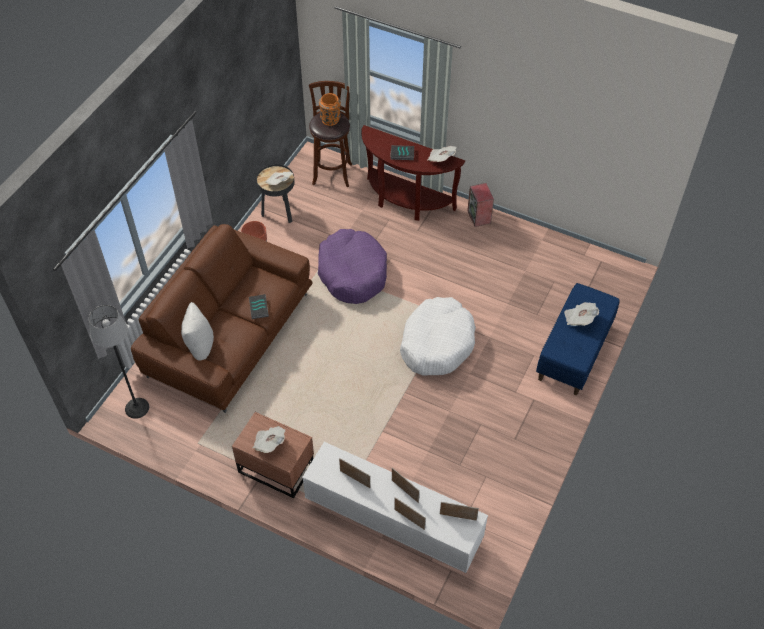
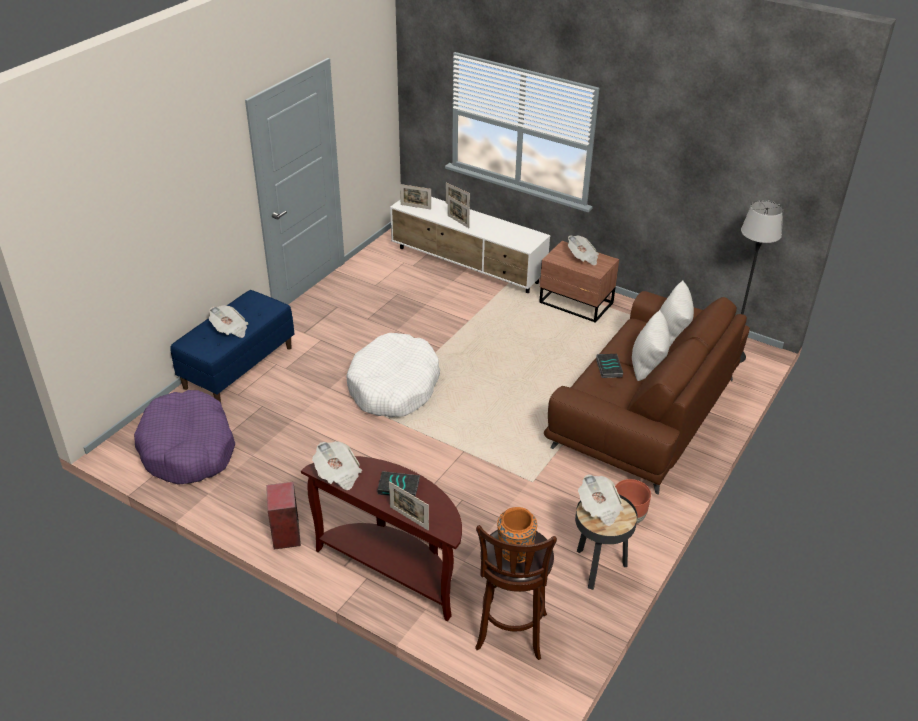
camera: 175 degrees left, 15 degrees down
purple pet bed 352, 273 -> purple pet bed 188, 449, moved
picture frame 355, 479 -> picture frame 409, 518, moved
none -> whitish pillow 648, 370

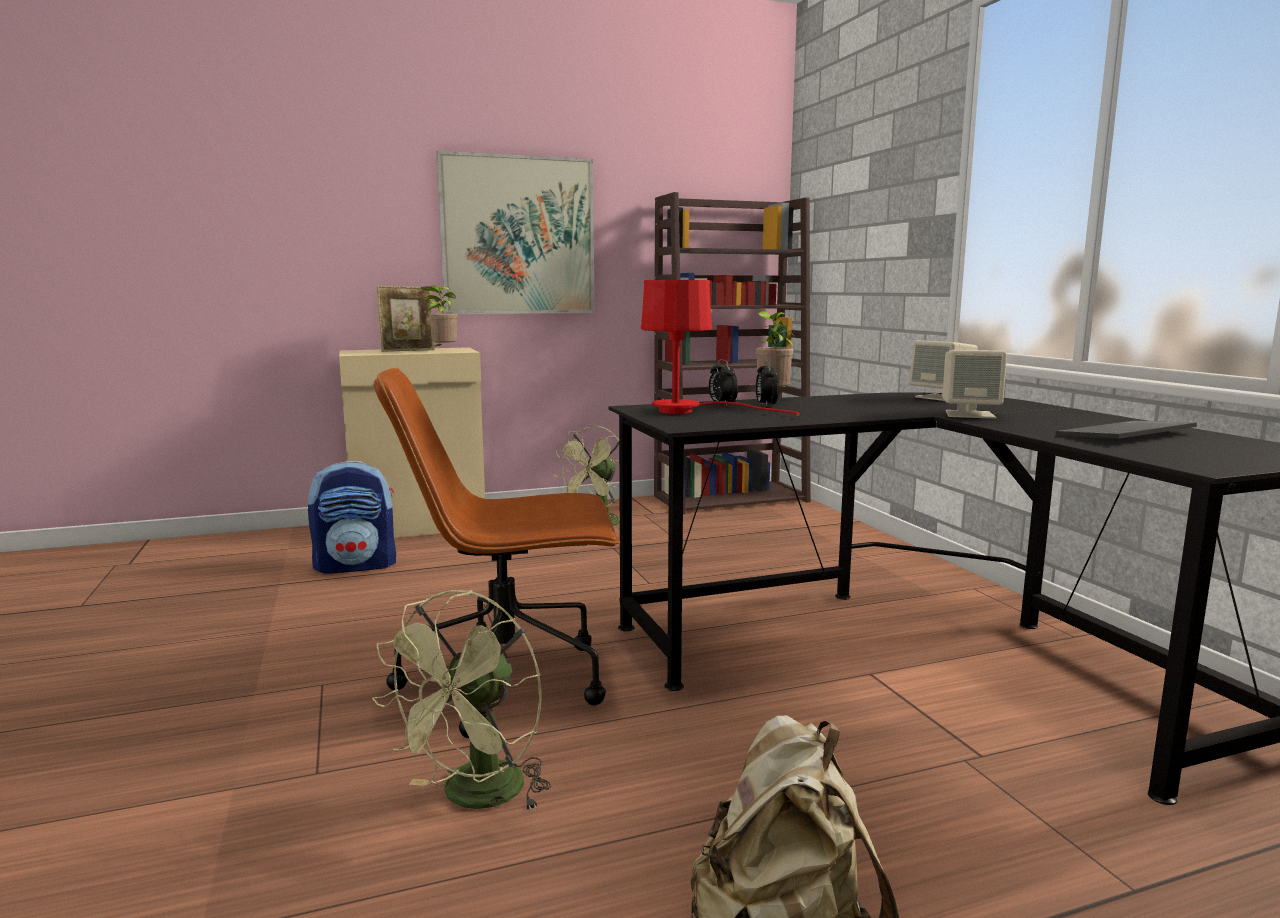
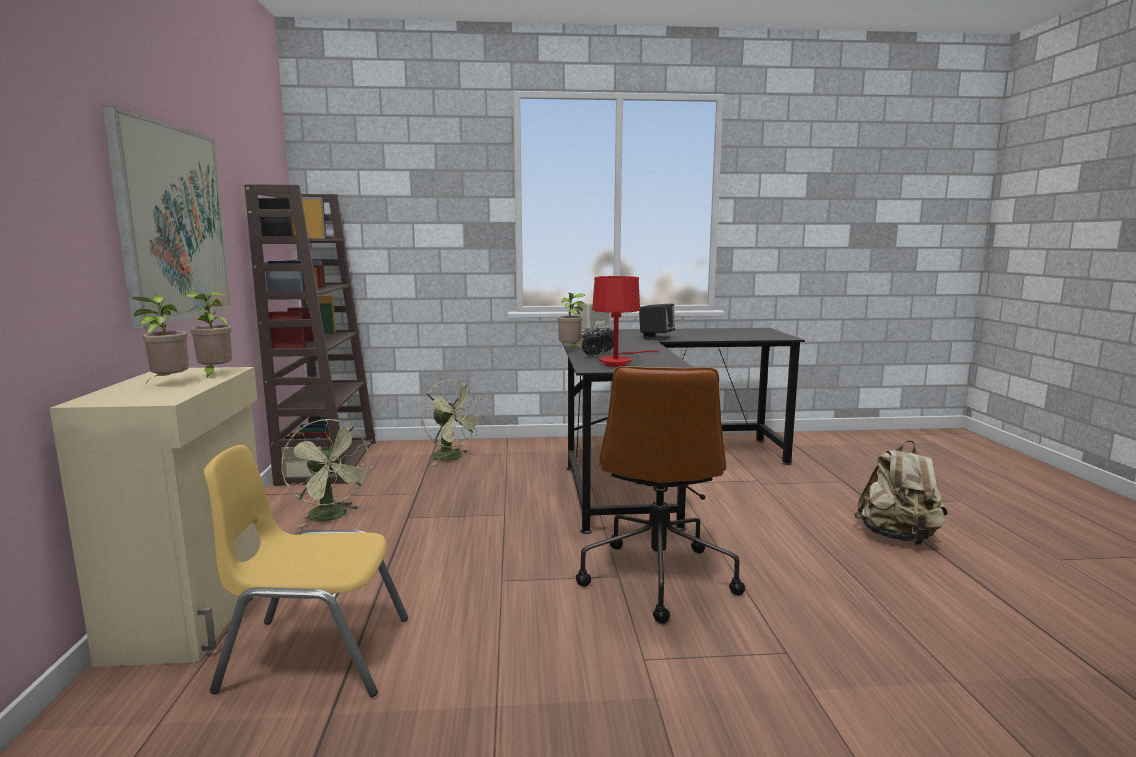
camera: 75 degrees left, 0 degrees up
picture frame 408, 351 -> potted plant 168, 384
sand-coloured speaker 970, 414 -> blackish speaker 656, 338
computer keyboard 1127, 434 -> none
knapsack 357, 566 -> yellowish plain chair 316, 654
green-coloured fan 475, 798 -> green-coloured fan 452, 458, moved

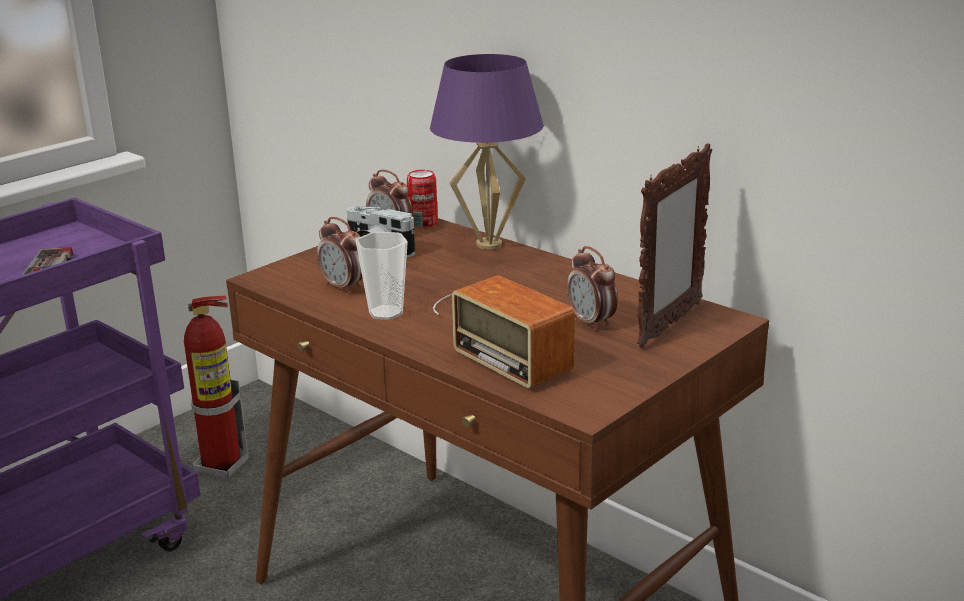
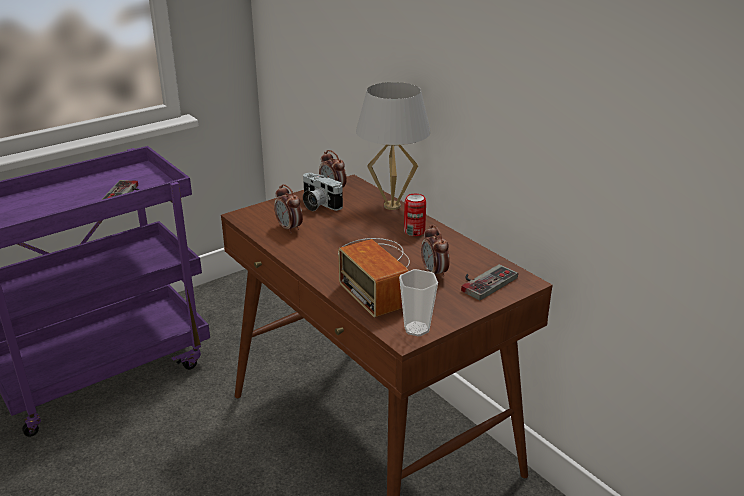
camera: 10 degrees right, 5 degrees up
purple lamp for a table 489, 244 -> whitish lamp for a table 392, 206
picture frame 669, 325 -> game controller 483, 281
sealed can 423, 223 -> sealed can 414, 231, moved
drinking cup 386, 313 -> drinking cup 416, 329, moved
extinguisher 222, 466 -> none

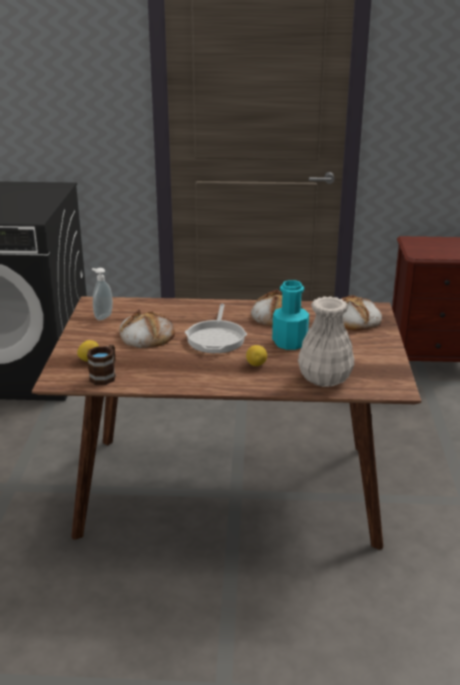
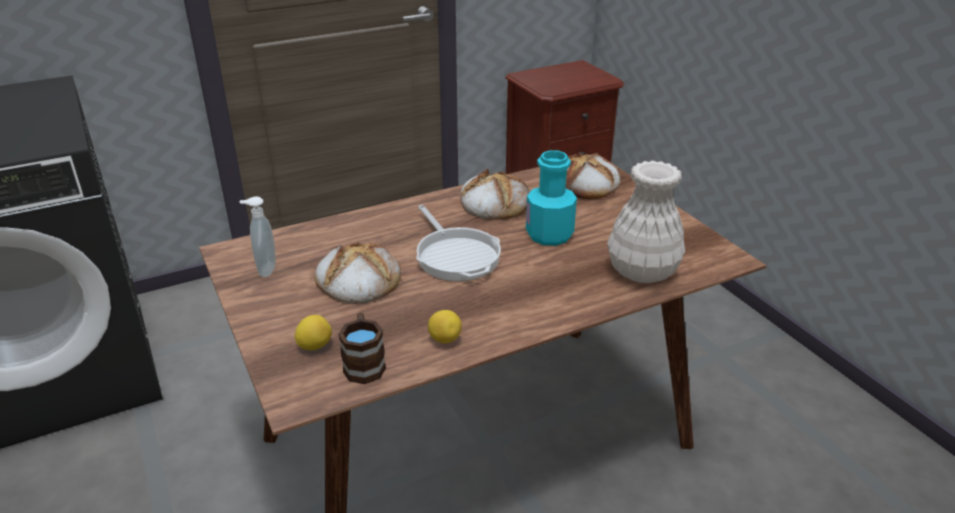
camera: 30 degrees left, 5 degrees up
lemon 256, 364 -> lemon 444, 339, moved

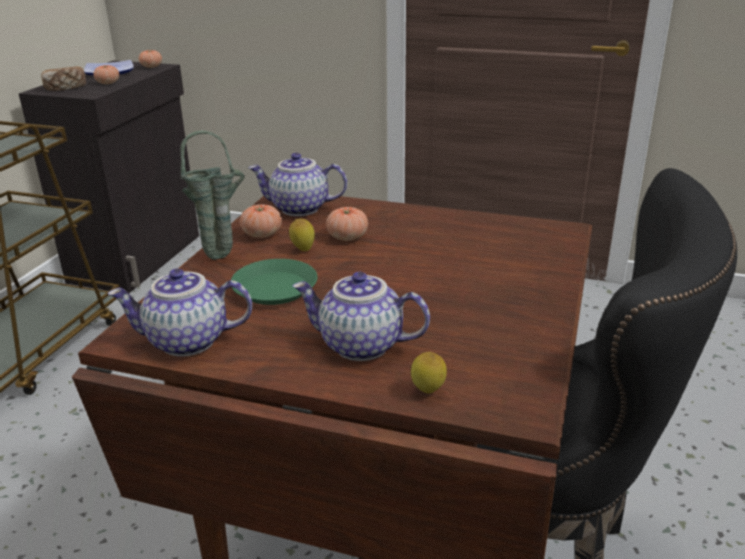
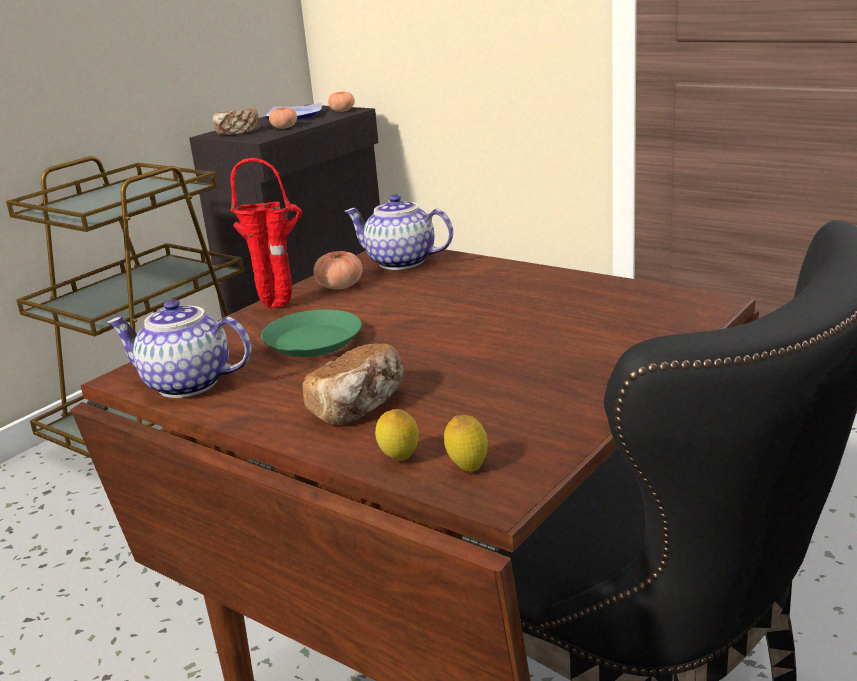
camera: 20 degrees right, 5 degrees down
green-coloured flower vase 222, 257 -> reddish flower vase 281, 307
whole tomato 347, 237 -> none
lemon 303, 250 -> lemon 467, 468, moved
pot for tea 360, 346 -> bakery bread 360, 406

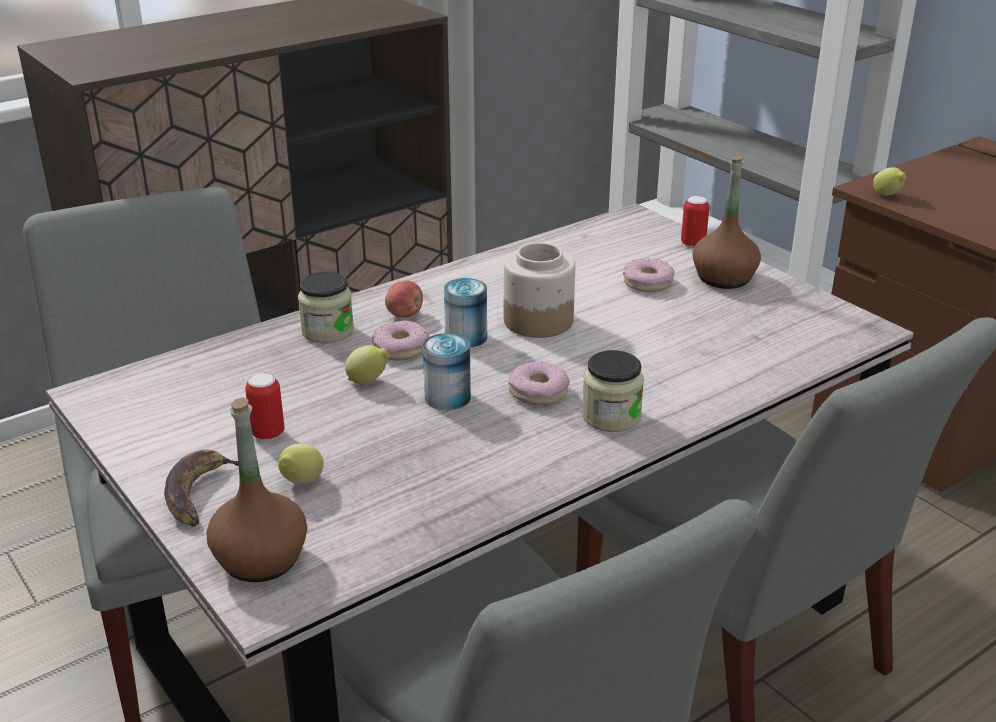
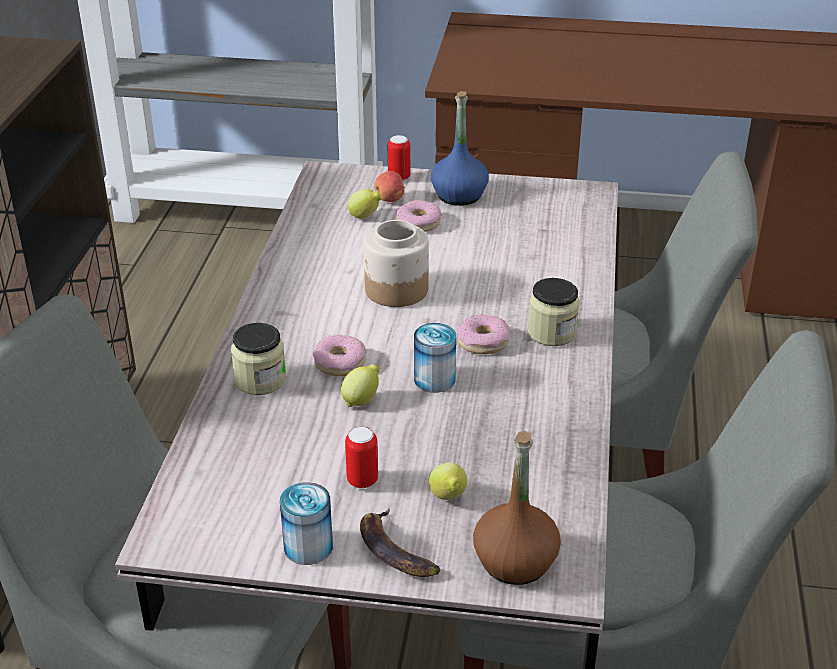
camera: 45 degrees left, 5 degrees up
brown-coloured beverage bottle 723, 278 -> blue-coloured beverage bottle 459, 195
lemon 887, 196 -> lemon 365, 217, moved
sealed can 466, 337 -> sealed can 308, 547, moved
apple 405, 314 -> apple 390, 199, moved

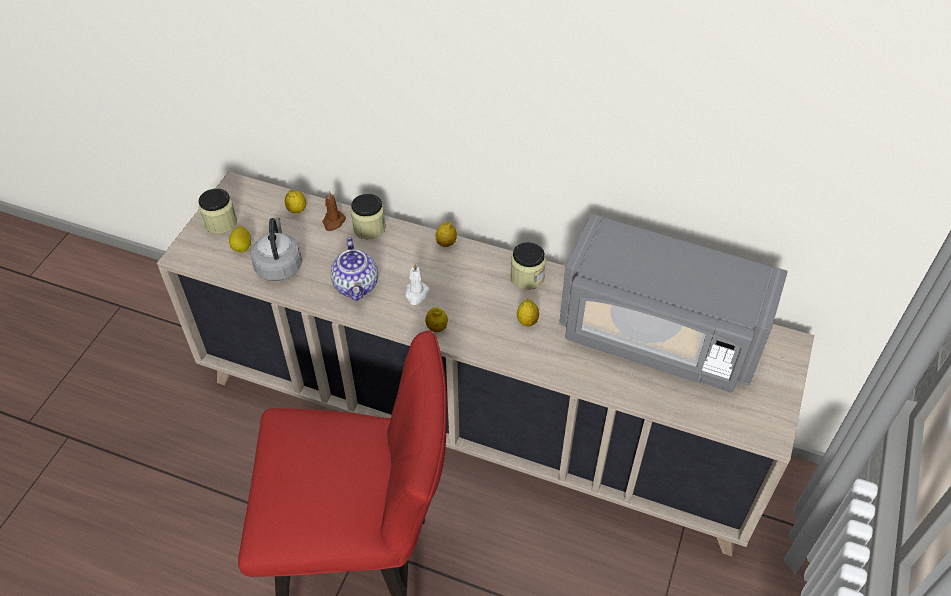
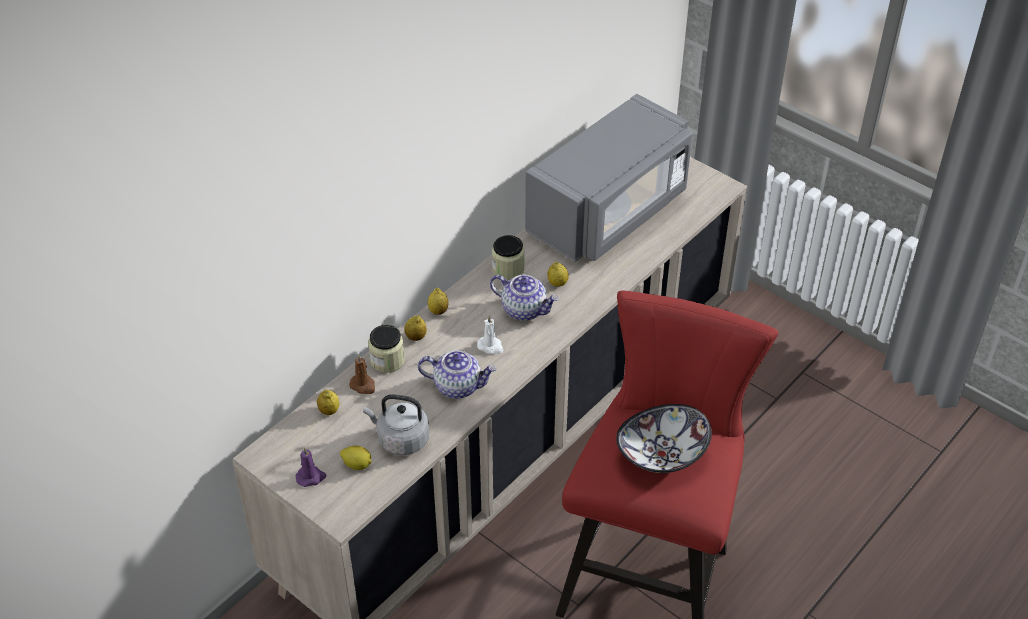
camera: 70 degrees left, 5 degrees down
preserve jar 221, 223 -> purple wax candle 311, 477
lemon 437, 327 -> lemon 416, 337, moved
none -> pot for tea 524, 309
none -> deep dish 662, 455

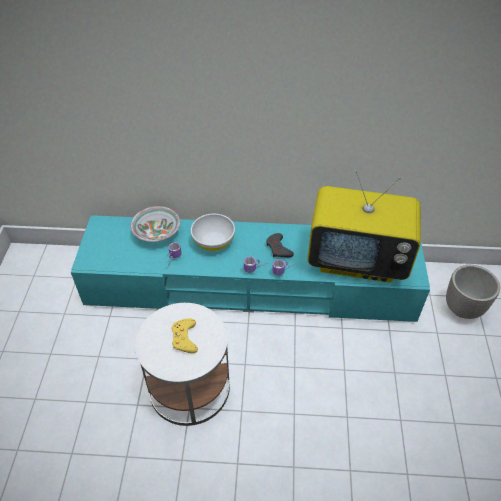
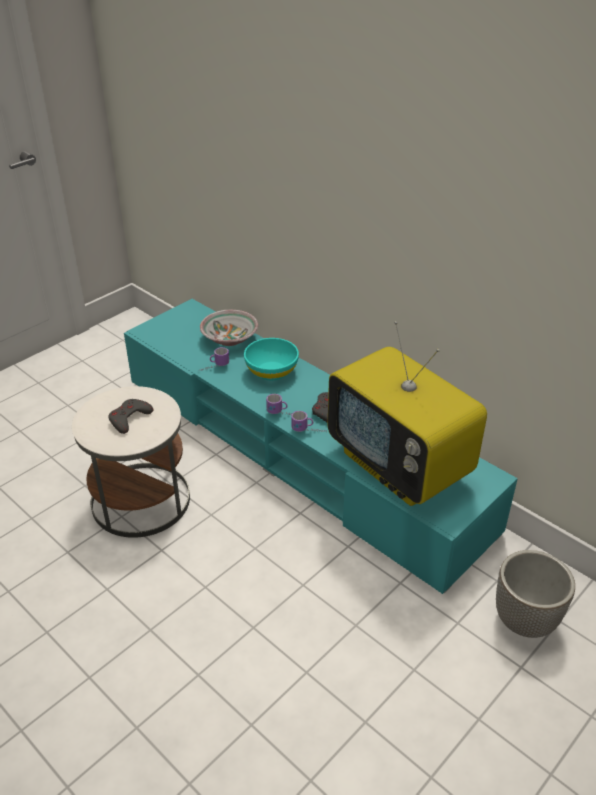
camera: 40 degrees right, 10 degrees down
whitish deep dish 213, 241 -> blue-green deep dish 271, 371
yellowish game controller 184, 338 -> gray game controller 129, 418

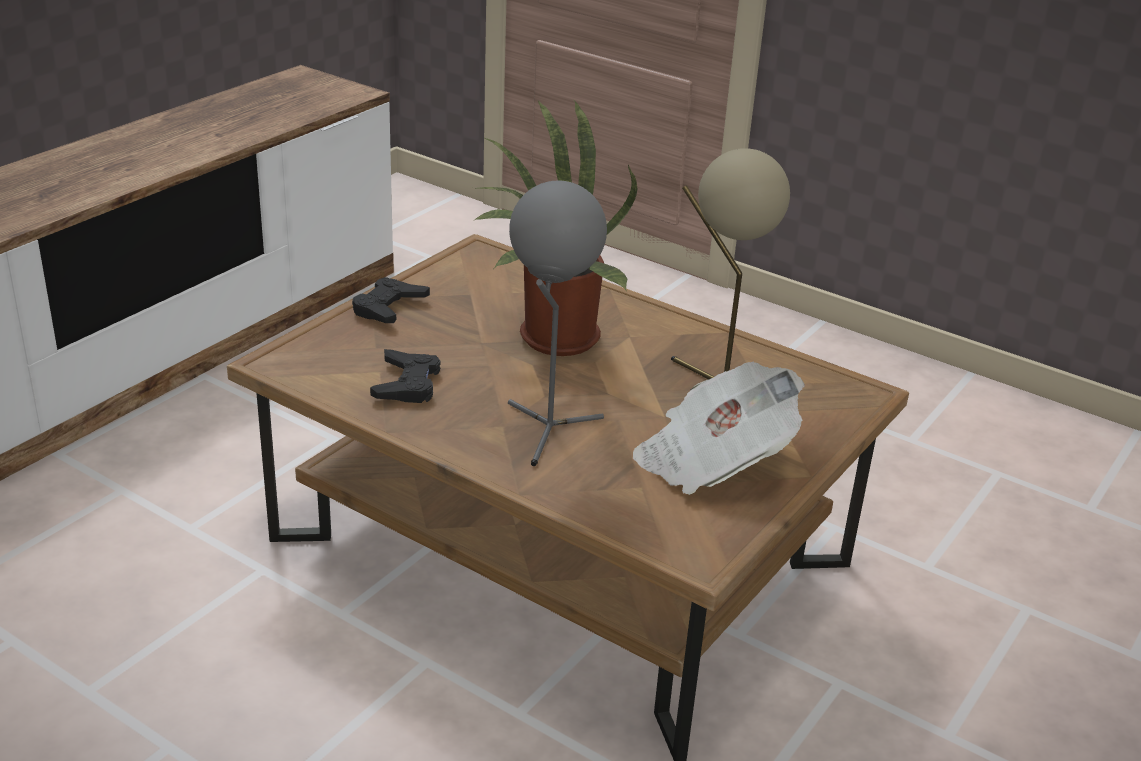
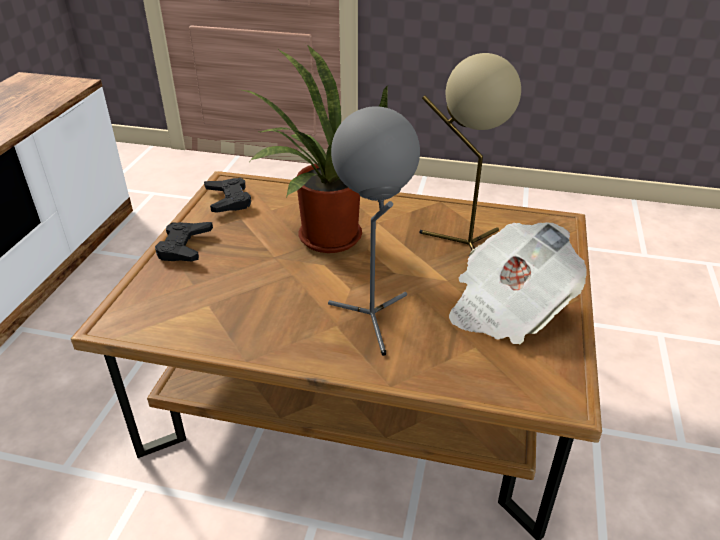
camera: 20 degrees left, 5 degrees up
blackish game controller 407, 384 -> blackish game controller 228, 200, moved

